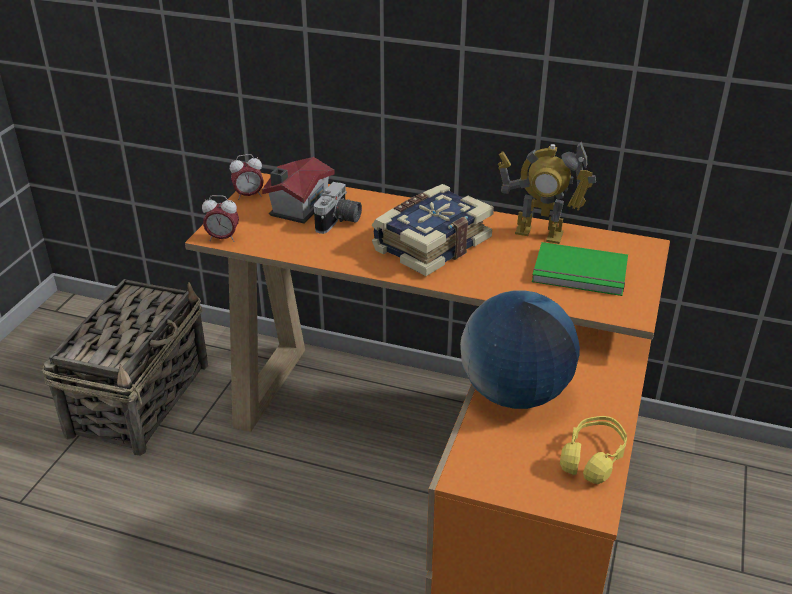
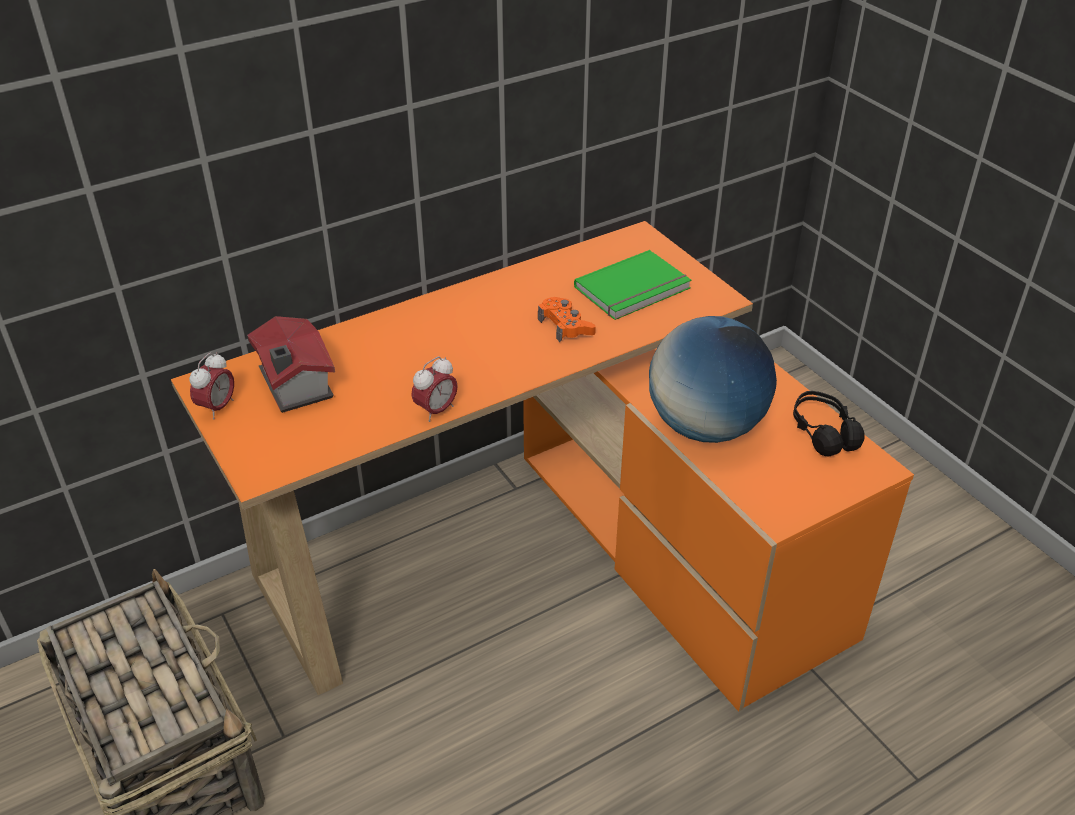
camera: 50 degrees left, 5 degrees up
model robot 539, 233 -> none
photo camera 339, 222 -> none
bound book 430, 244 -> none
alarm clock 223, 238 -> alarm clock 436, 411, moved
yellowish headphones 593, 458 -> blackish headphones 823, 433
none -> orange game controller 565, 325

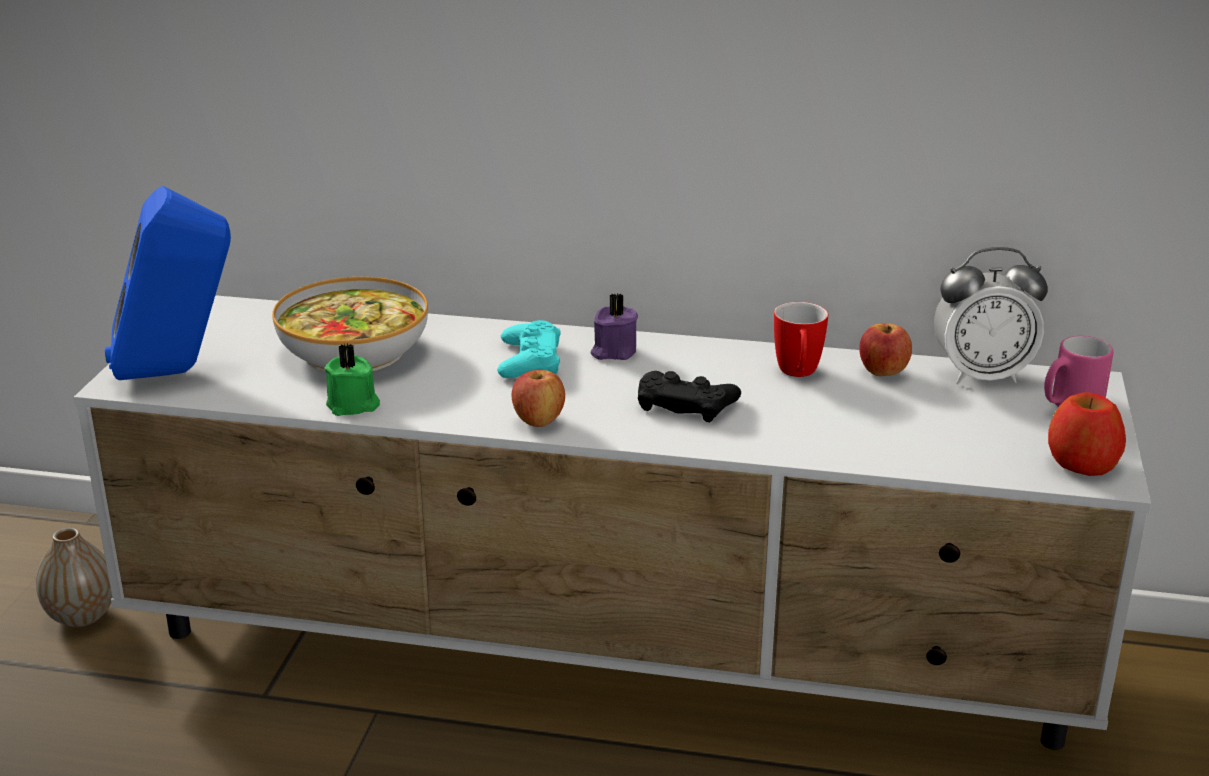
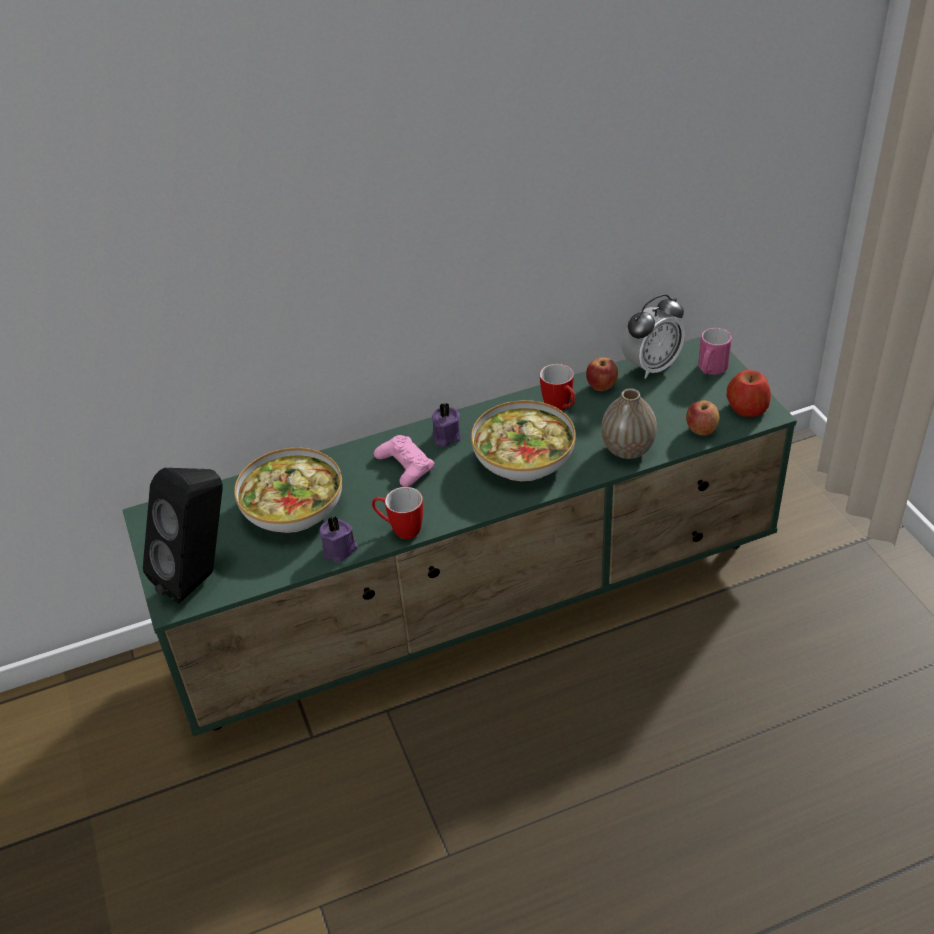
camera: 30 degrees left, 15 degrees up
blue-coloured speaker 179, 372 -> blackish speaker 200, 576
whitish media console 610, 653 -> green-coloured media console 480, 605
blue-green game controller 529, 360 -> pink game controller 405, 465
green-coloured wax candle 353, 405 -> purple wax candle 340, 550
apple 538, 421 -> apple 701, 430, moved
blackish game controller 685, 403 -> deep dish 523, 458
flower vase 82, 616 -> flower vase 627, 450, moved
none -> coffee mug 400, 529

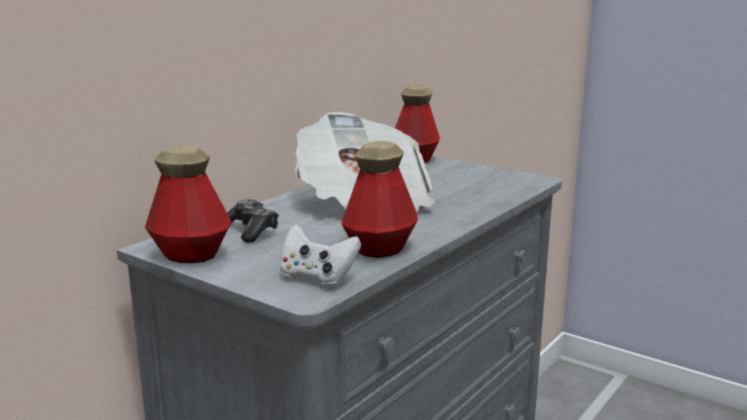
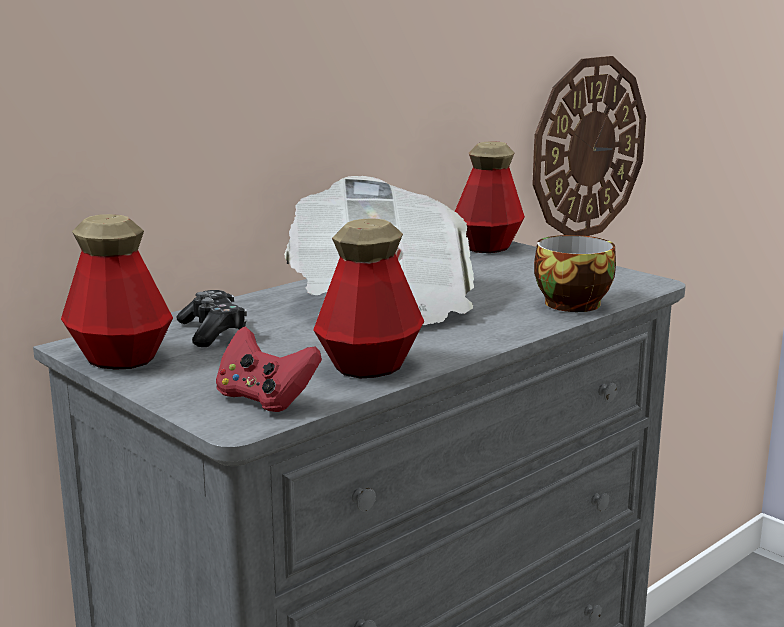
camera: 10 degrees right, 0 degrees up
whitish game controller 317, 278 -> reddish game controller 265, 399
none -> hanging clock 588, 148
none -> drinking cup 572, 302

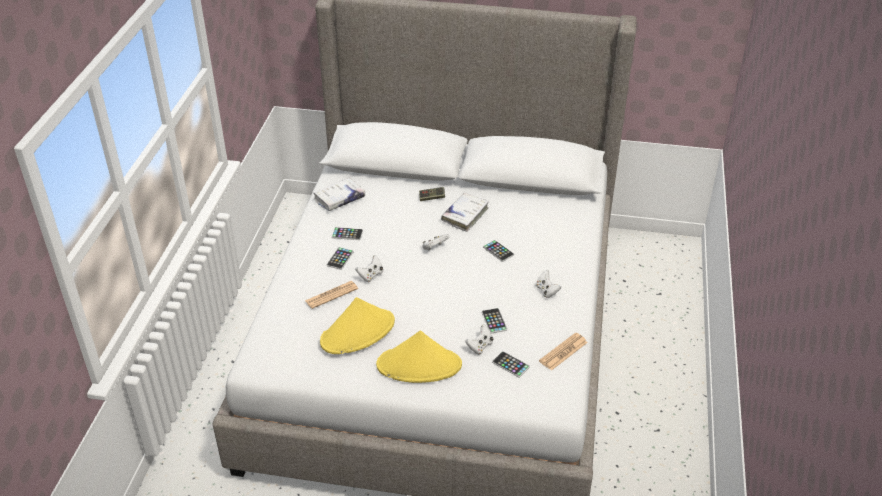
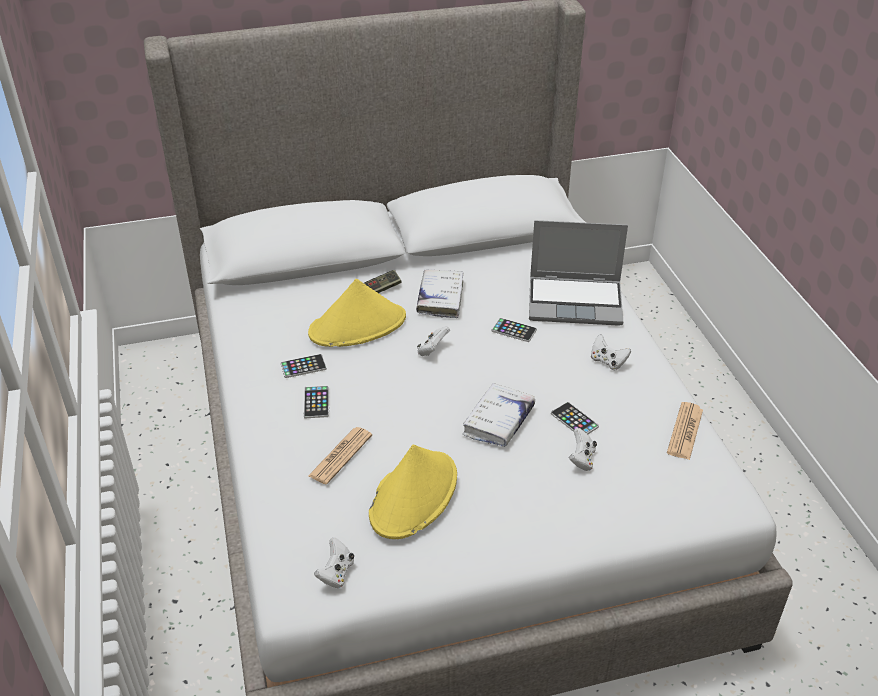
camera: 25 degrees left, 0 degrees up
whitish bound book 339, 199 -> whitish bound book 498, 421, moved
whitish game controller 370, 275 -> whitish game controller 336, 573, moved
yellowish clothing hat 419, 365 -> yellowish clothing hat 358, 326, moved
handset 510, 365 -> none
none -> portable computer 576, 301

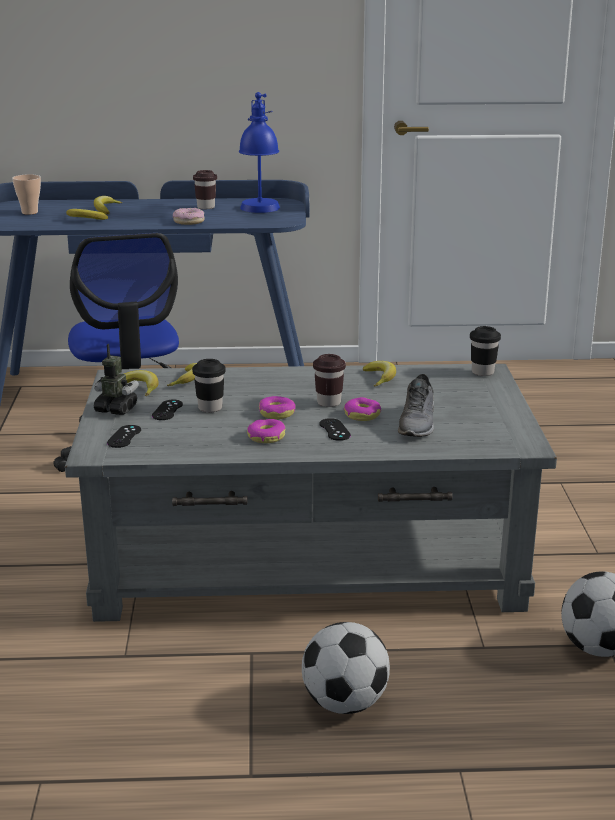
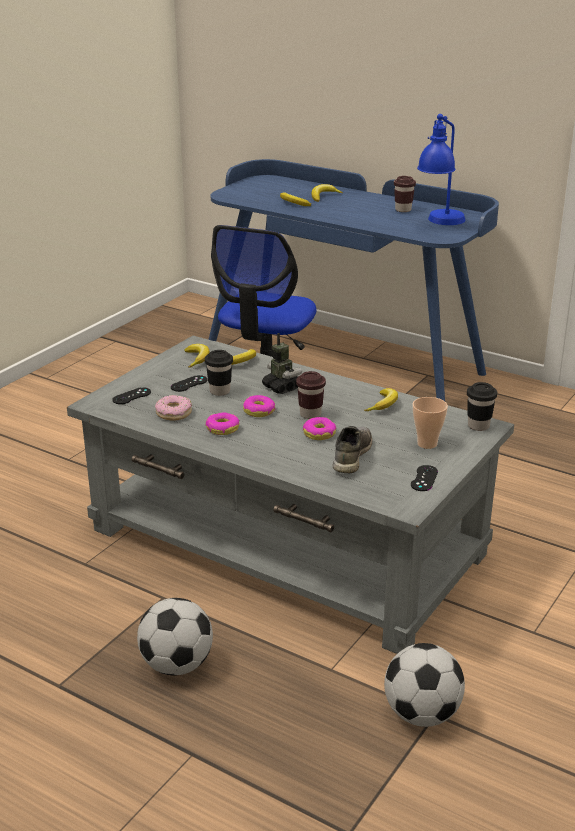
camera: 35 degrees right, 5 degrees up
drinking cup 29, 212 -> drinking cup 427, 444, moved
doughnut 189, 221 -> doughnut 174, 413, moved
model robot 116, 409 -> model robot 282, 387, moved
gray item of footwear 418, 424 -> gray item of footwear 350, 456, 150 degrees clockwise
blackish game controller 334, 430 -> blackish game controller 424, 478, moved

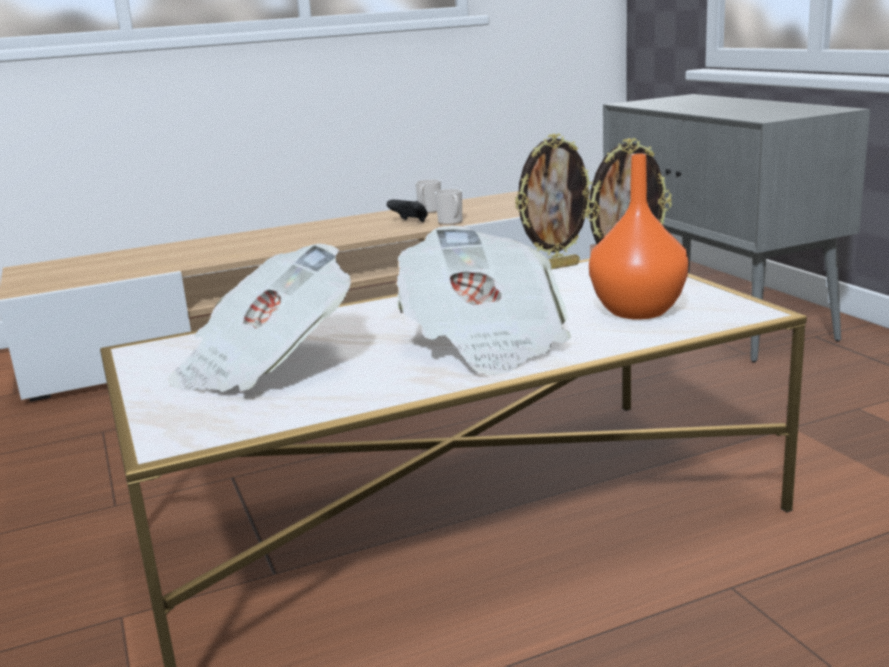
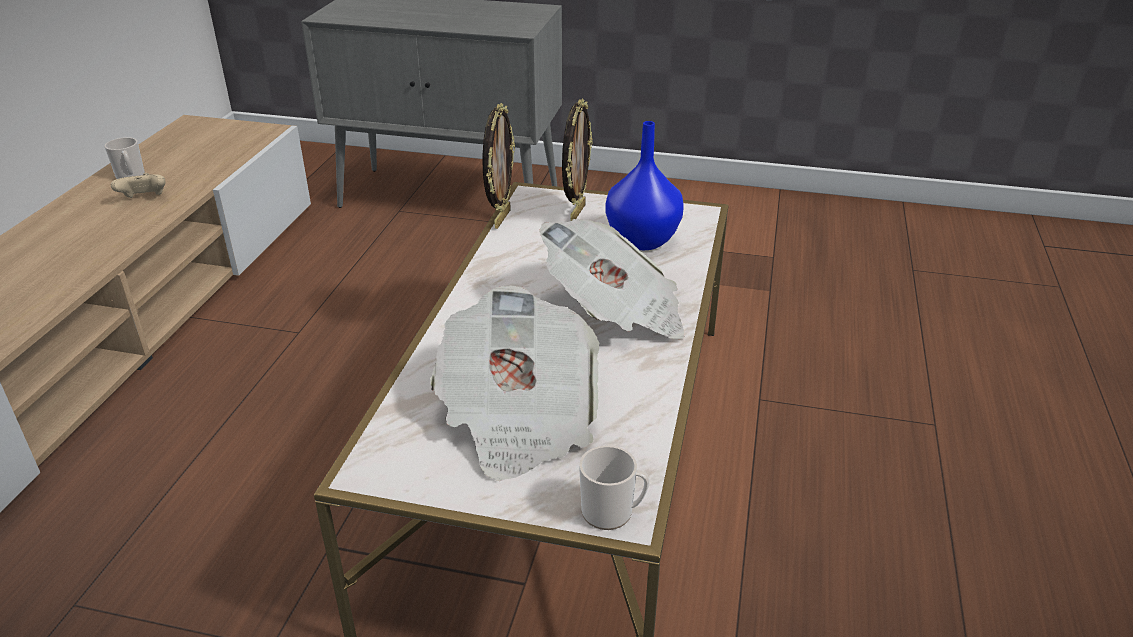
camera: 55 degrees left, 15 degrees up
orange flower vase 637, 312 -> blue-coloured flower vase 643, 241
coffee mug 451, 222 -> coffee mug 612, 512, moved
blackish game controller 410, 222 -> sand-coloured game controller 144, 199

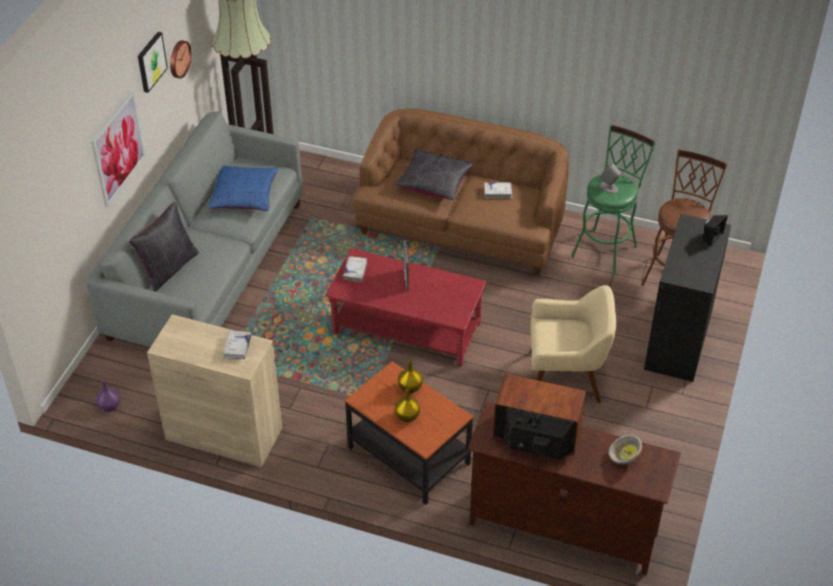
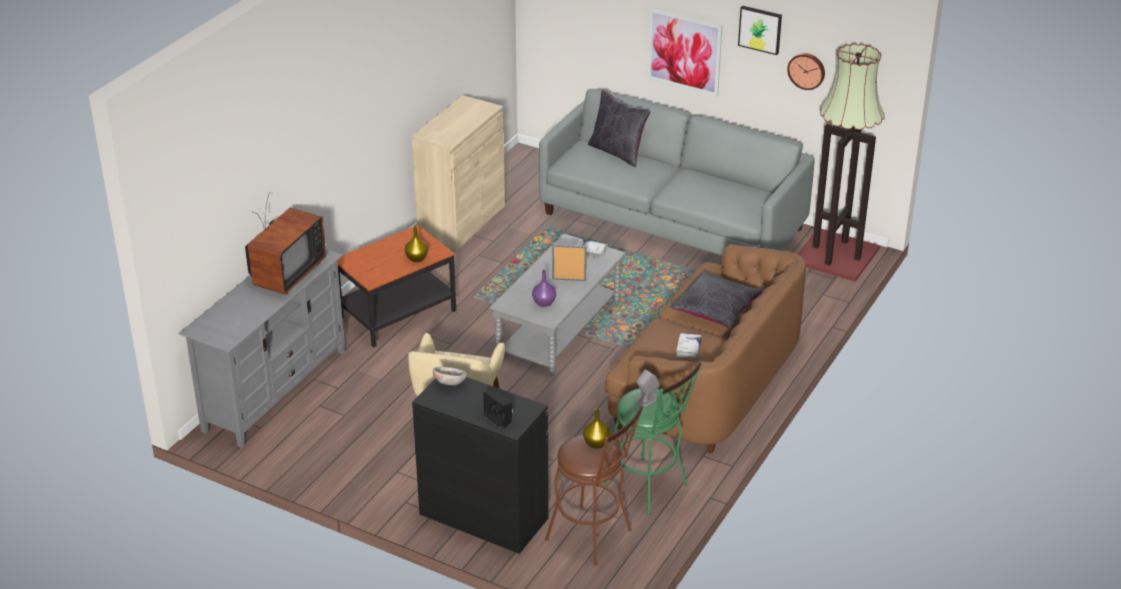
camera: 100 degrees right, 10 degrees down
blue-coloured pillow 244, 196 -> none
reddish coffee table 407, 329 -> gray coffee table 558, 329
whitish bound book 237, 348 -> none
purple flower vase 109, 406 -> purple flower vase 544, 303, moved
yellowish flower vase 407, 416 -> yellowish flower vase 597, 443, moved
brown-coloured media console 562, 529 -> gray media console 275, 390
deep dish 624, 457 -> deep dish 449, 383, moved

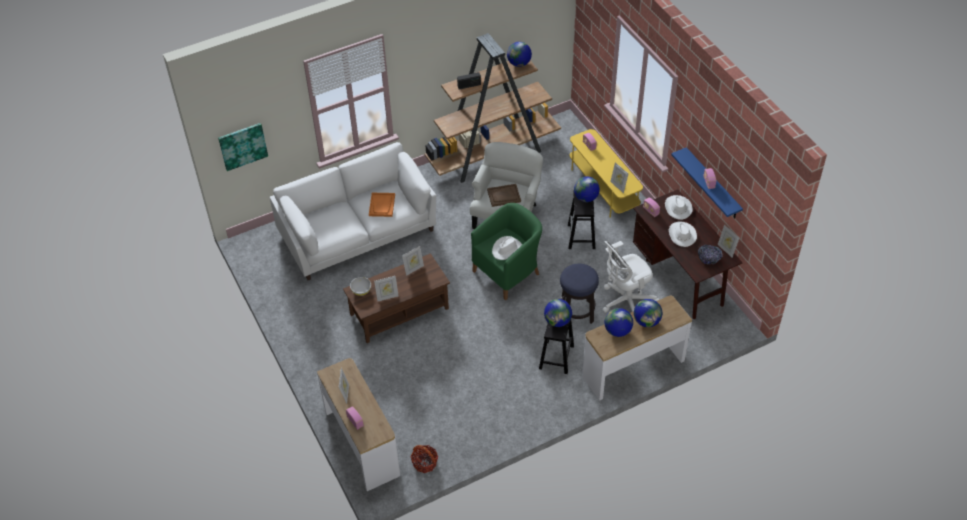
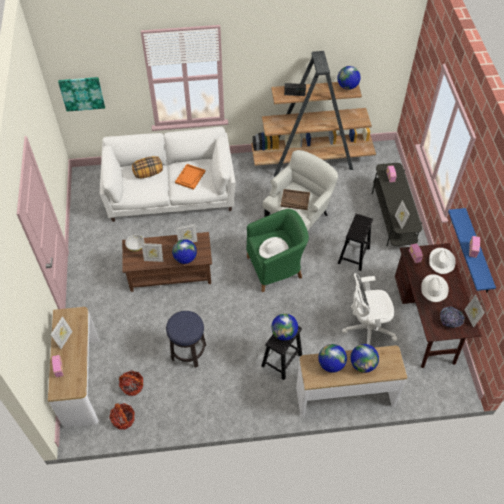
camera: 20 degrees right, 5 degrees up
yellowish media console 603, 188 -> gray media console 393, 217
world globe 586, 198 -> world globe 185, 258, moved
stool seat 577, 312 -> stool seat 188, 352, moved
none -> pillow 148, 173
none -> household basket 132, 386

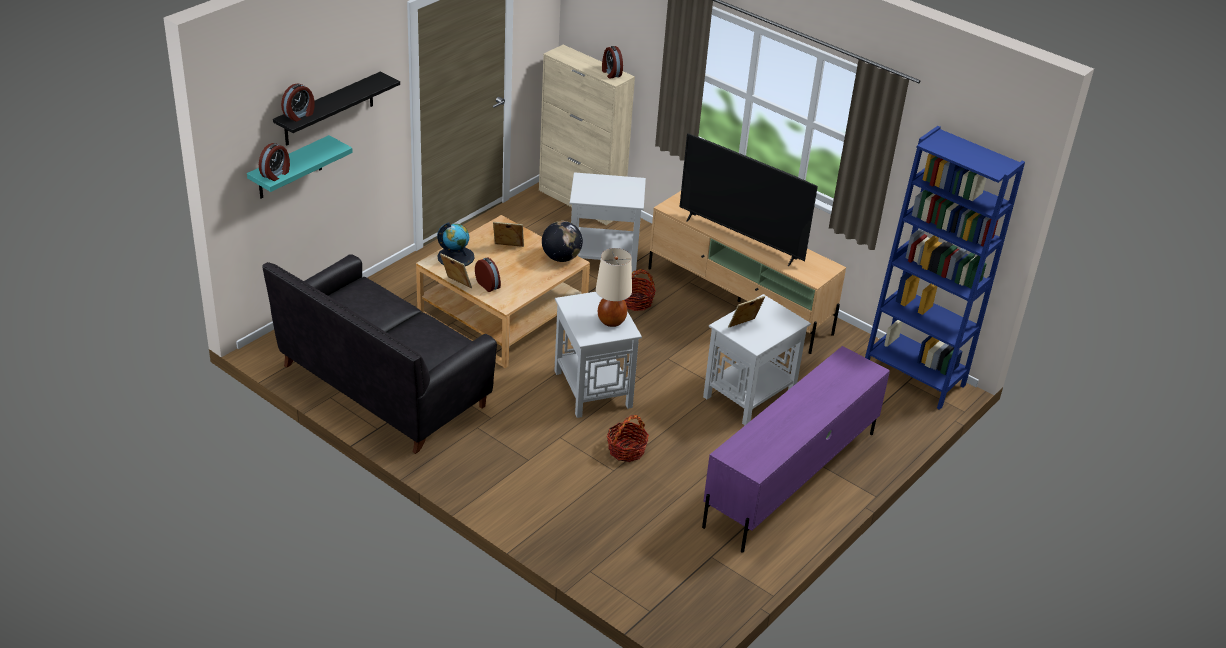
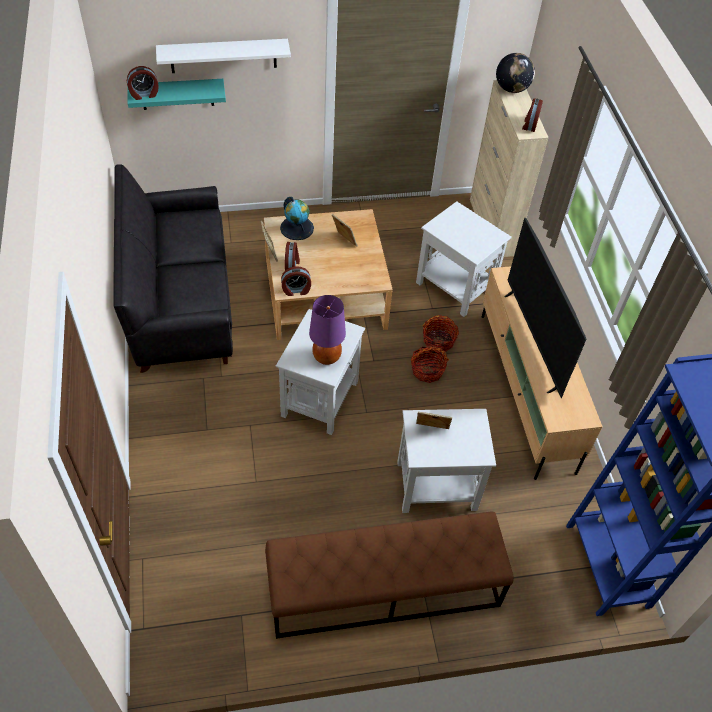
camera: 40 degrees right, 15 degrees up
blackish wall shelf 329, 109 -> whitish wall shelf 223, 55
alarm clock 299, 115 -> alarm clock 296, 290, moved
world globe 561, 258 -> world globe 512, 89, moved
sand-coloured lamp for a table 611, 321 -> purple lamp for a table 327, 356
purple media console 789, 479 -> brown-coloured long seat 383, 589
household basket 626, 450 -> household basket 427, 370, moved

